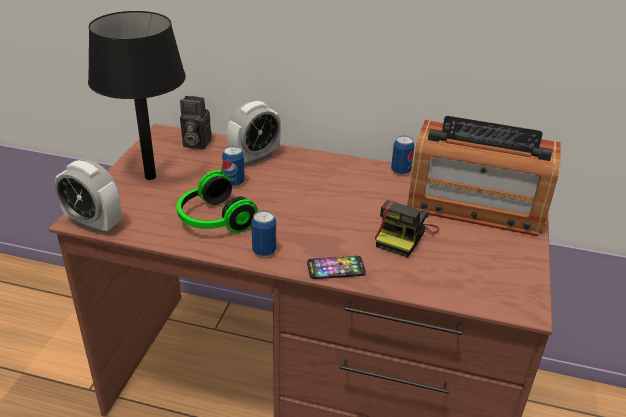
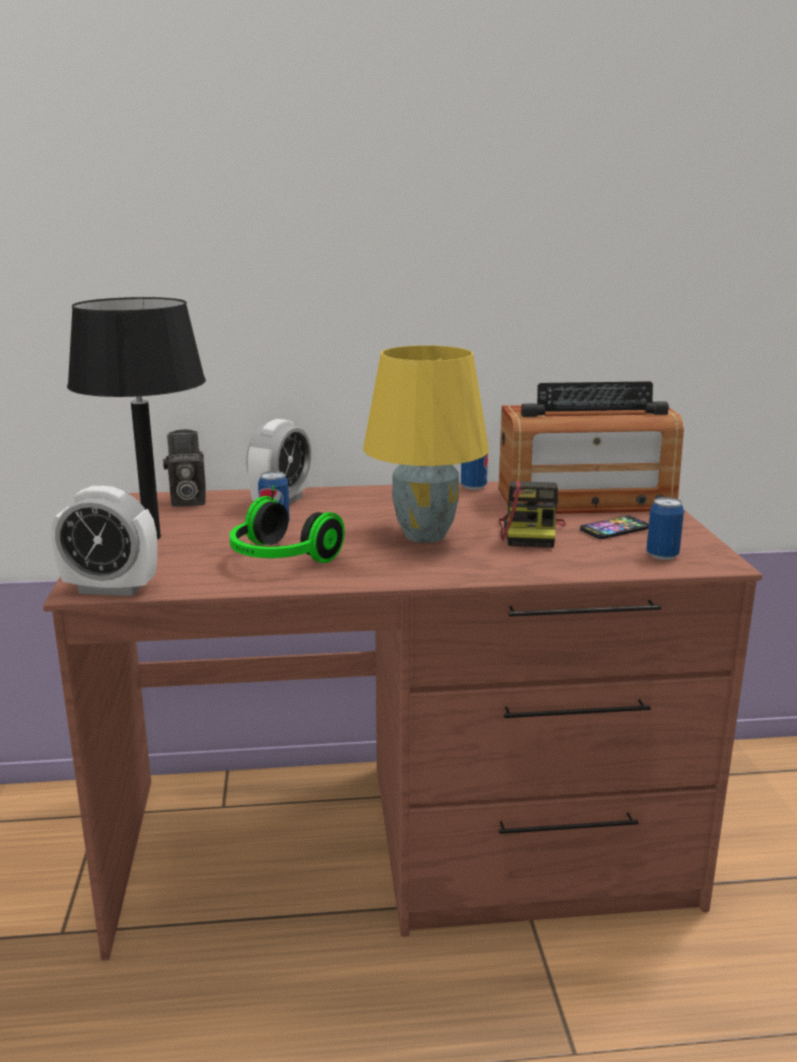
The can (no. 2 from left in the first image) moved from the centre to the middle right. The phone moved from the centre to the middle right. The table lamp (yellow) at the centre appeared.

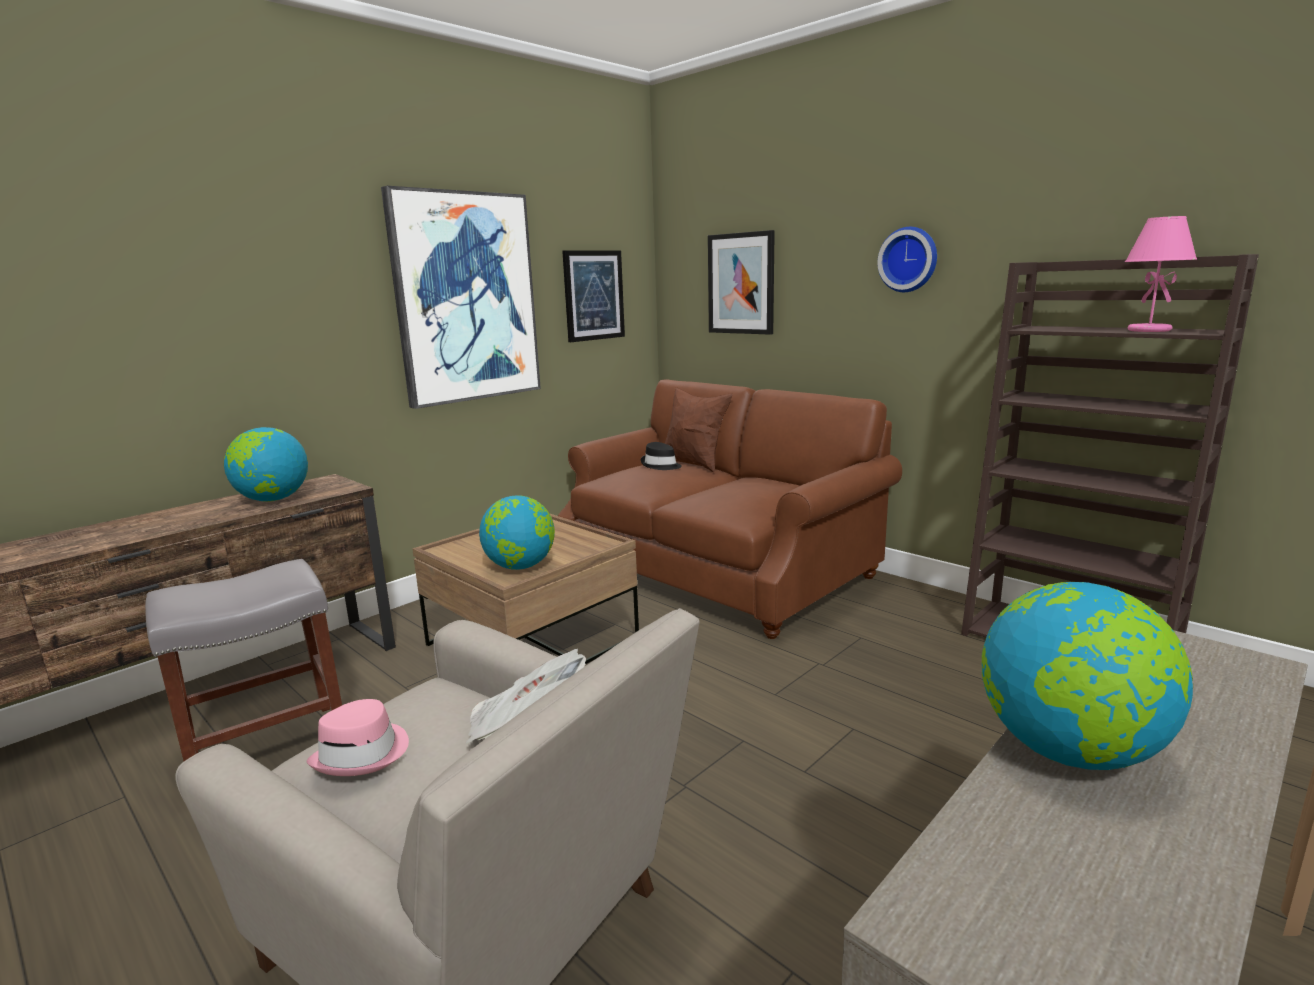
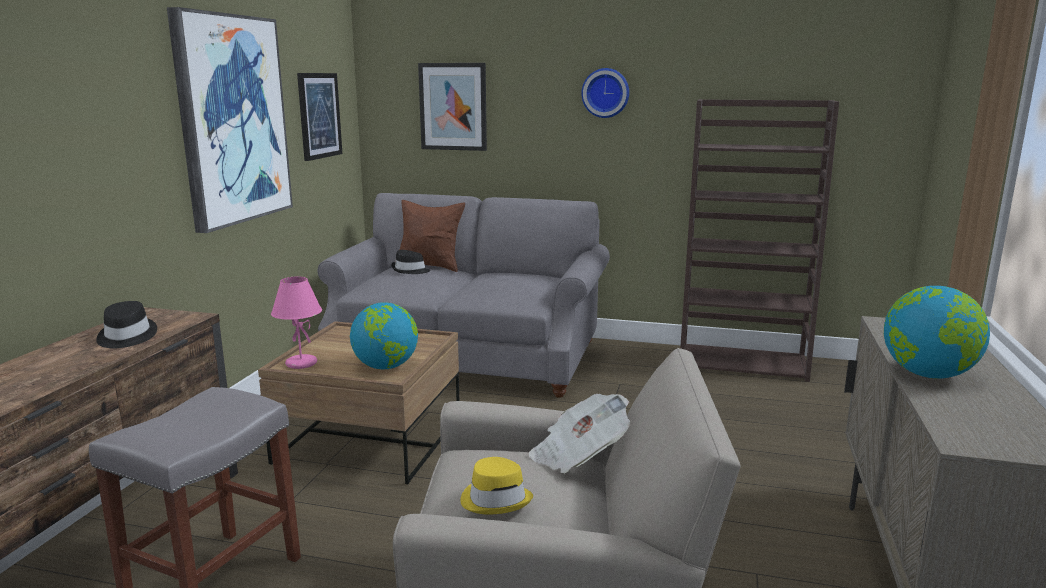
The globe (no. 1 from left) at the middle left was replaced by the hat (black) (no. 1 from left) at the middle left. The hat (pink) at the bottom left became the hat (yellow) at the bottom centre. The sofa (brown) at the centre became the sofa (grey) at the centre. The table lamp (pink) moved from the top right to the middle left.

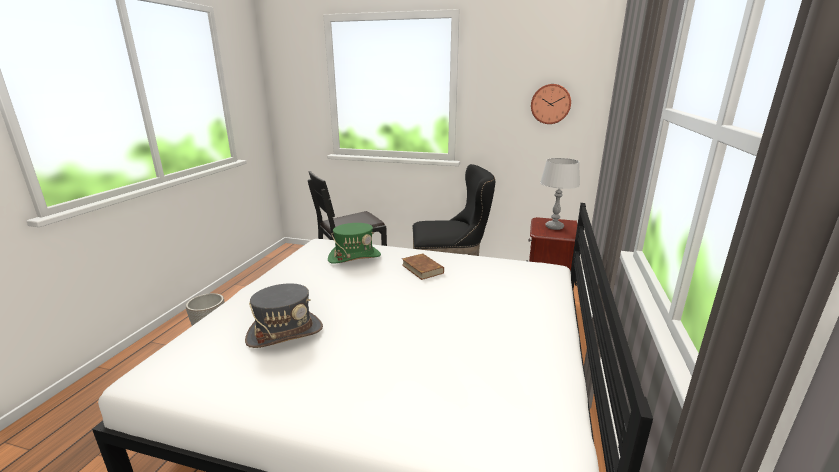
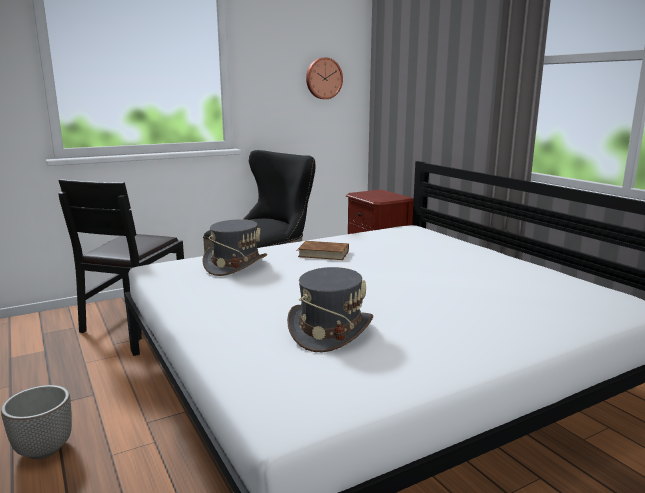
The hat (green) at the centre became the hat (grey) (no. 1 from left) at the centre. The table lamp (grey) at the middle right disappeared.

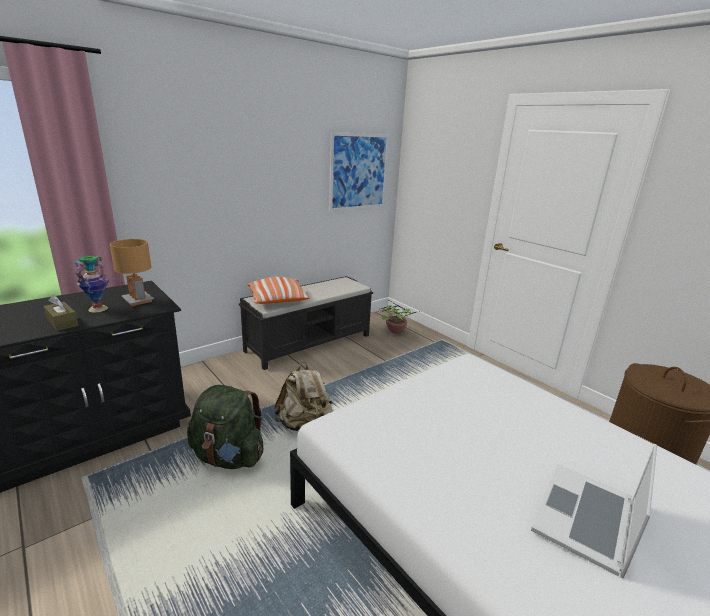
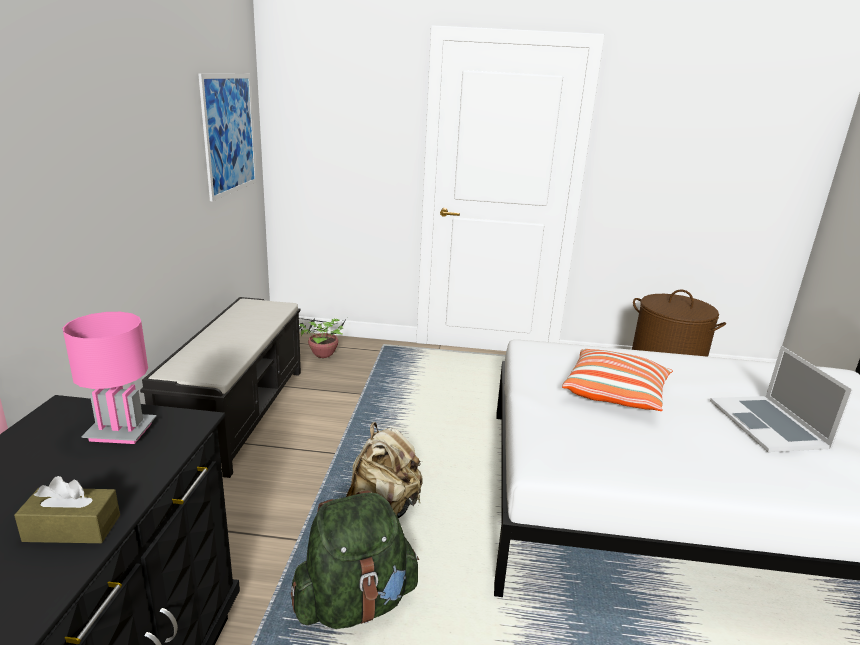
The vase at the middle left disappeared. The table lamp (brown) at the middle left became the table lamp (pink) at the middle left. The pillow moved from the centre to the middle right.

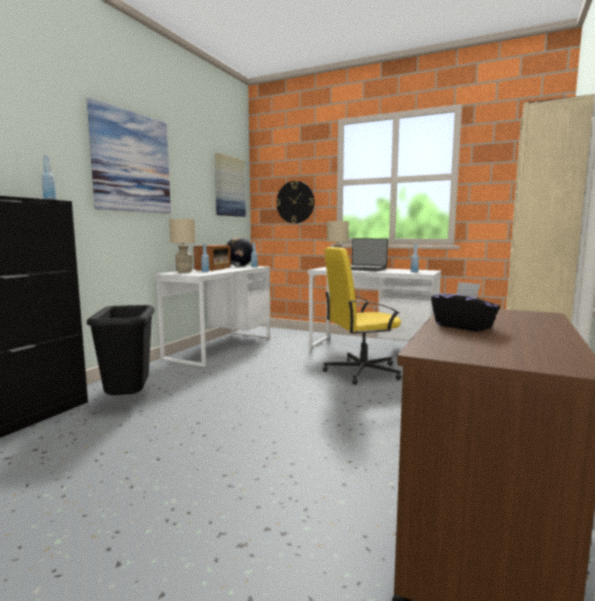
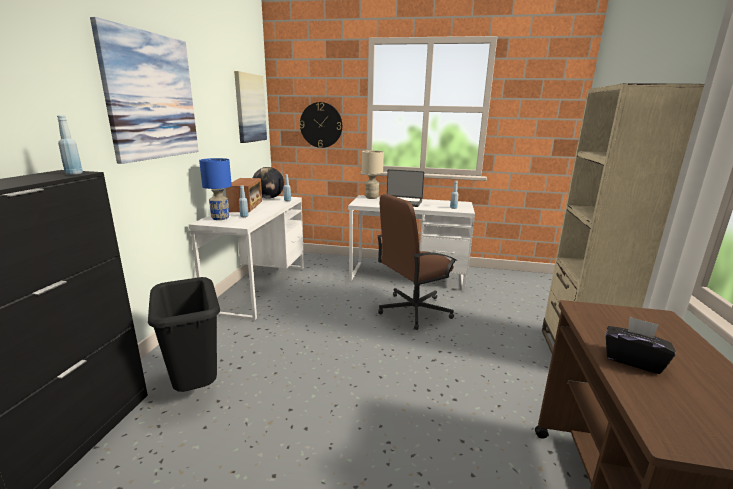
The table lamp (beige) (no. 1 from left) at the middle left became the table lamp (blue) at the middle left. The office chair (yellow) at the centre became the office chair (brown) at the centre.

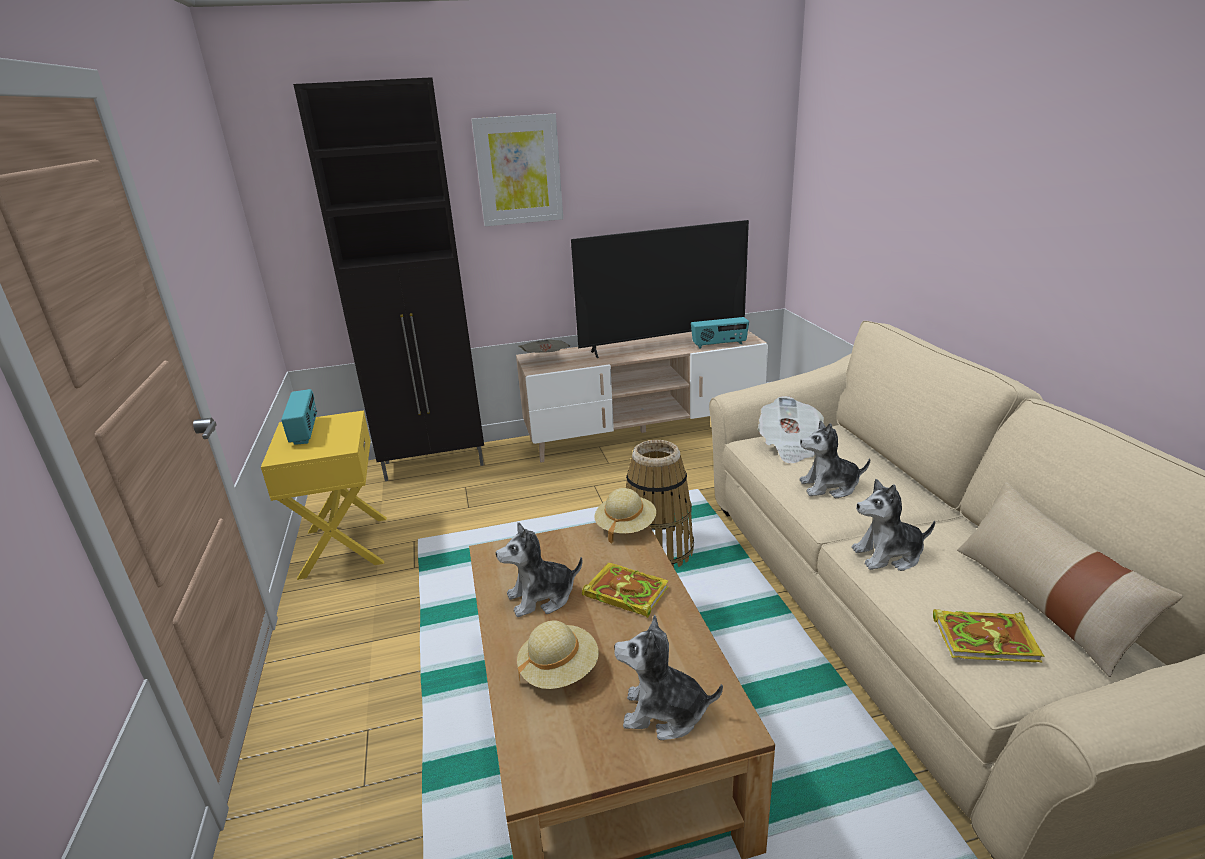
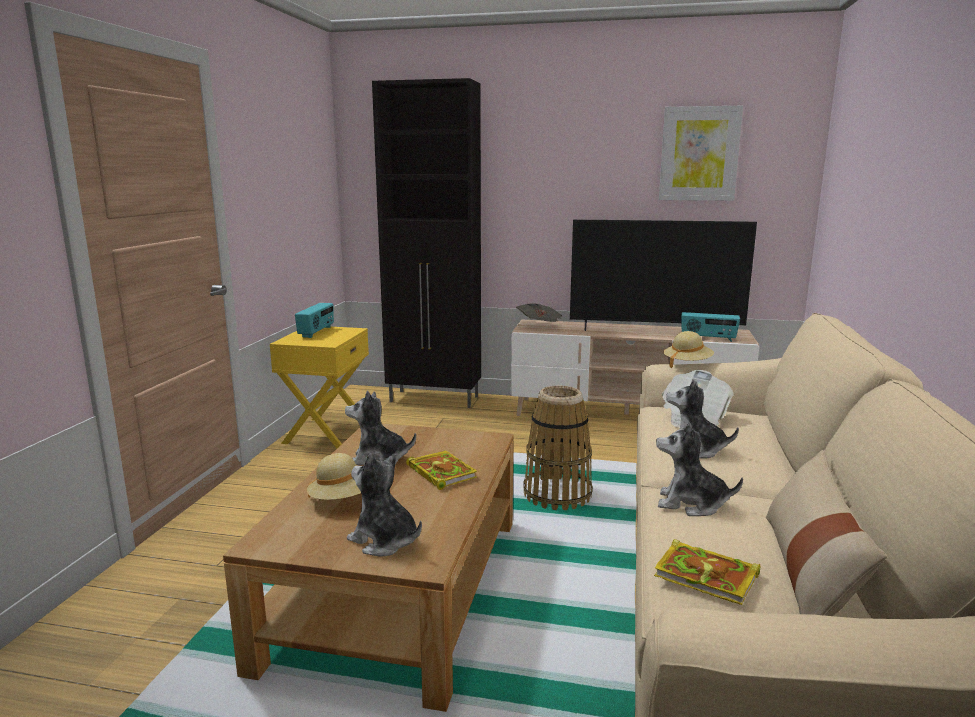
The picture moved from the top centre to the top right. The hat (beige) (no. 2 from left) moved from the centre to the middle right.

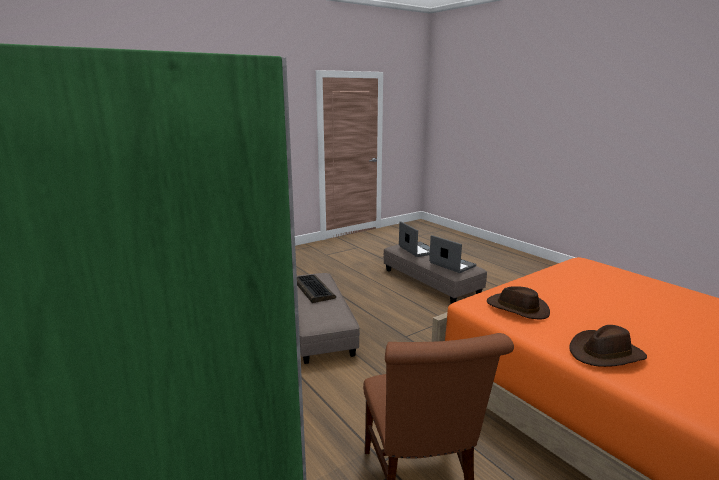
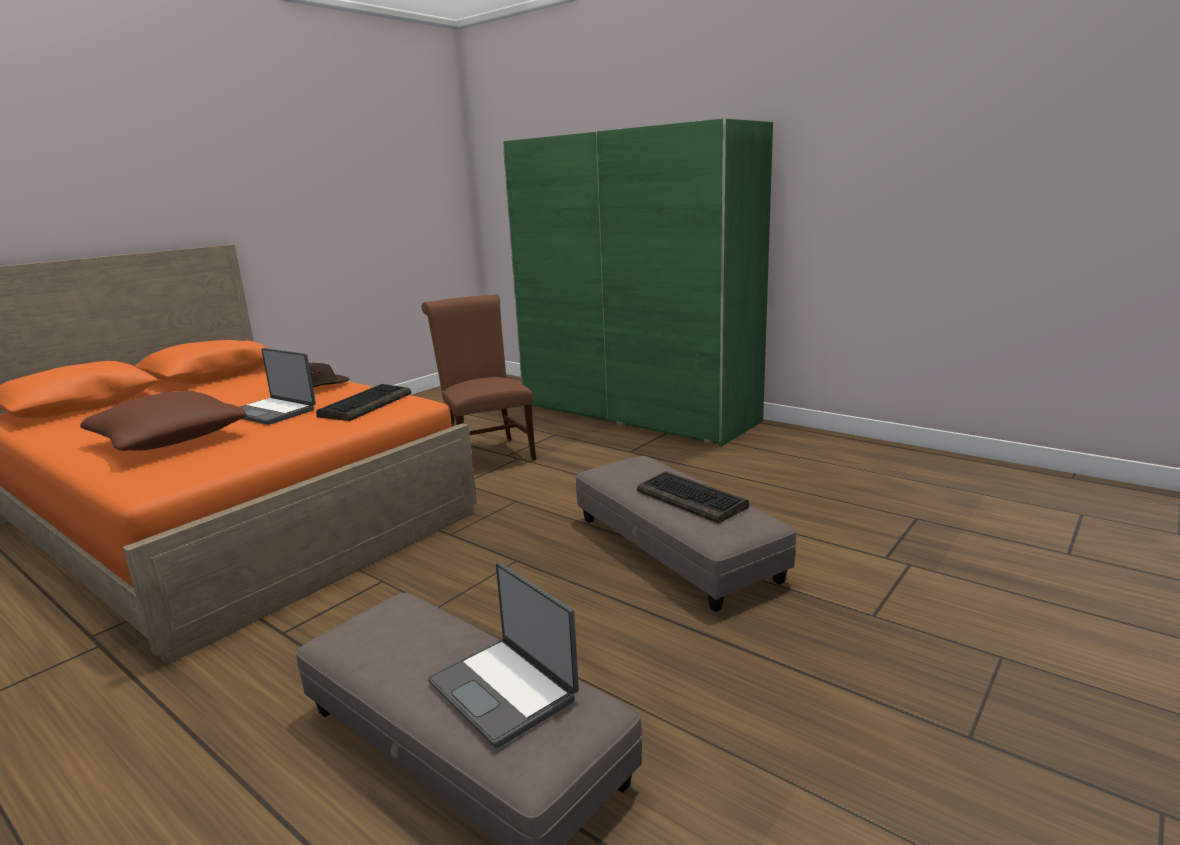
The laptop (no. 2 from left in the first image) moved from the centre to the middle left. The hat (brown) (no. 1 from left) at the middle right was replaced by the keyboard (no. 1 from left) at the middle left. The pillow (brown) at the middle left appeared.

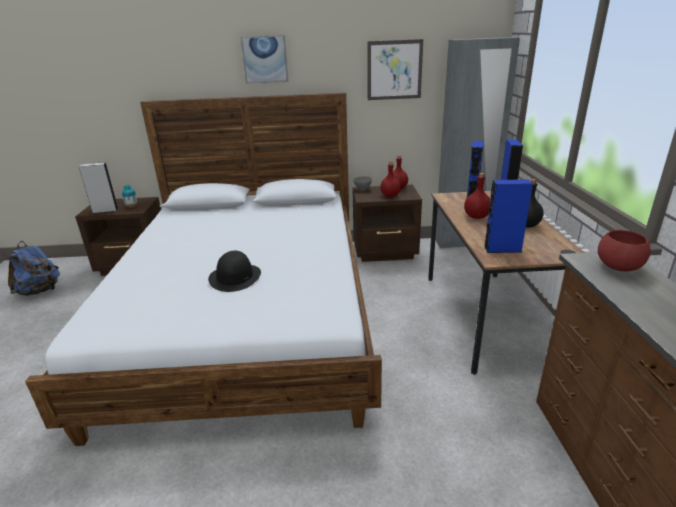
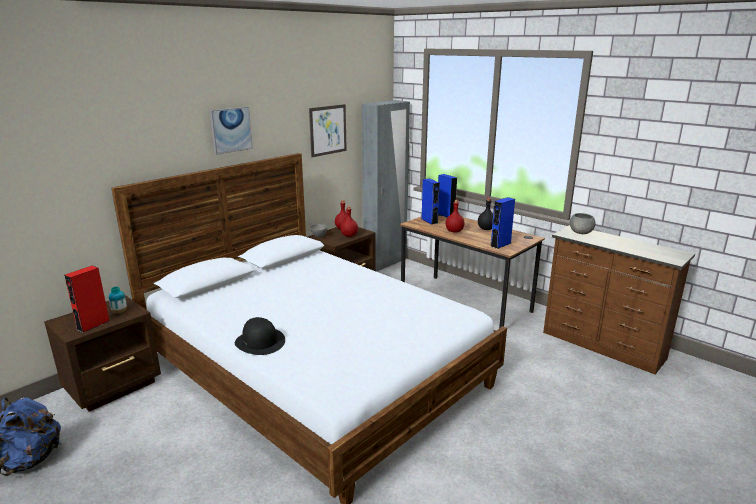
The speaker (grey) at the middle left became the speaker (red) at the middle left. The hat (black) moved from the centre to the bottom centre. The bowl (red) at the middle right became the bowl (grey) (no. 2 from left) at the middle right.

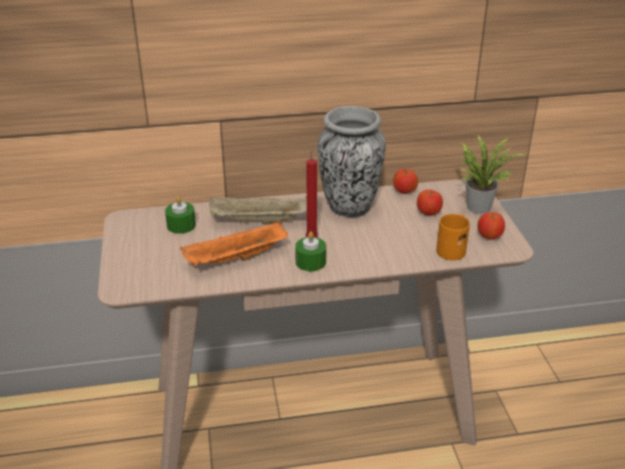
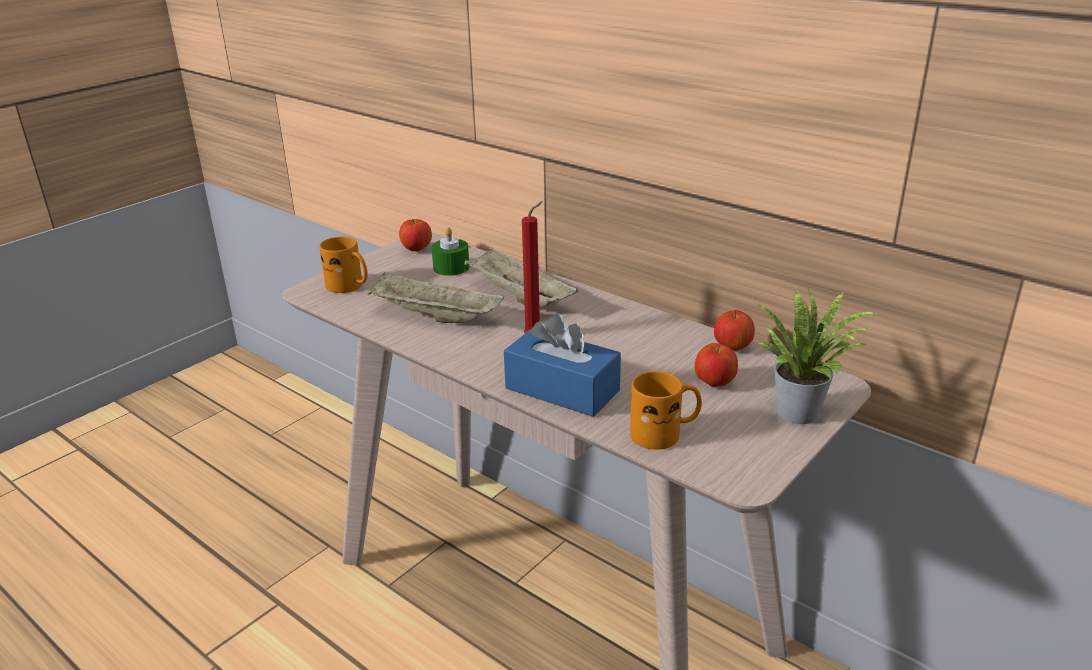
The tray (orange) at the centre became the tray (beige) (no. 1 from left) at the centre. The candle (green) (no. 2 from left) at the centre disappeared. The vase at the centre disappeared. The apple (no. 3 from left in the first image) moved from the middle right to the centre. The mug (orange) (no. 1 from left) at the middle left appeared. The tissue box (blue) at the centre appeared.

